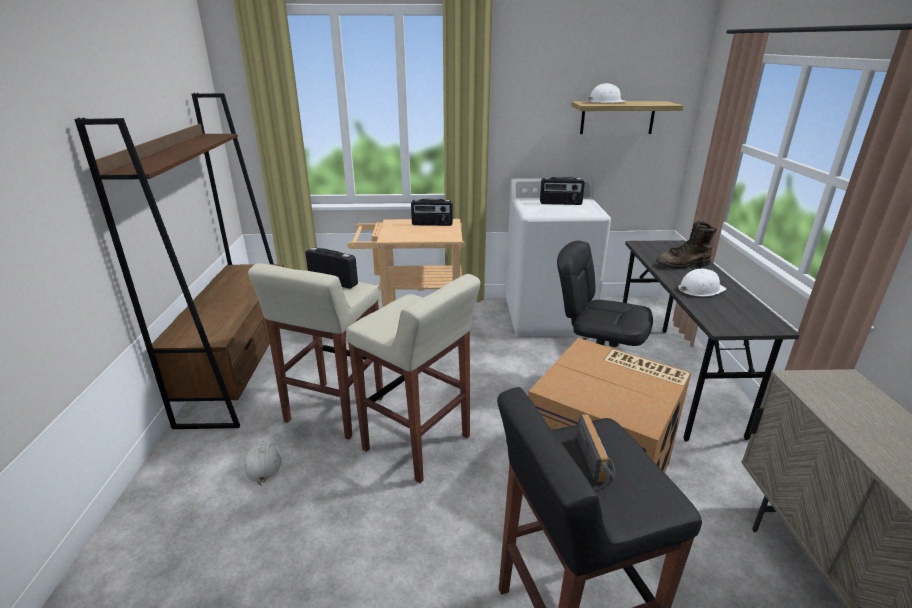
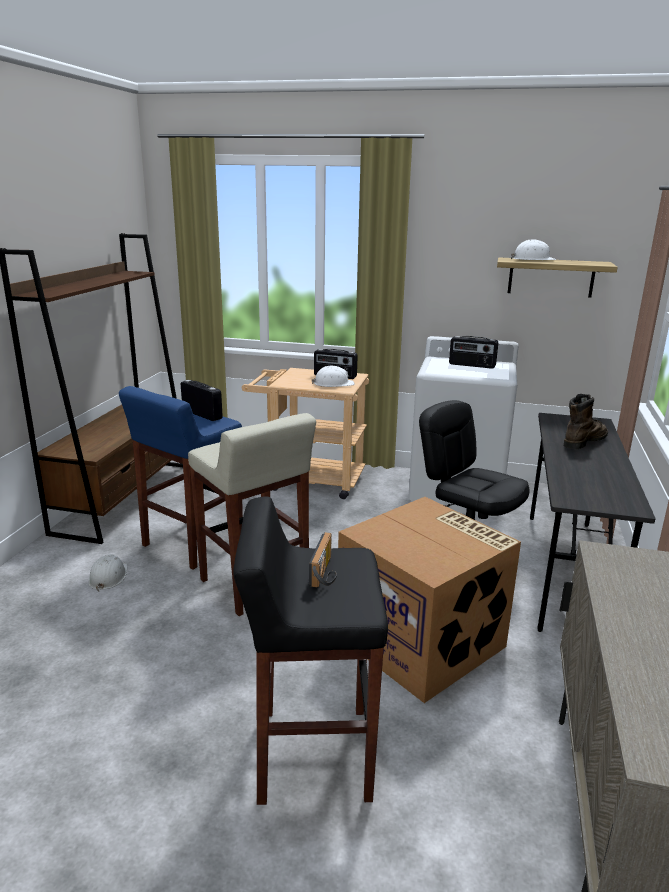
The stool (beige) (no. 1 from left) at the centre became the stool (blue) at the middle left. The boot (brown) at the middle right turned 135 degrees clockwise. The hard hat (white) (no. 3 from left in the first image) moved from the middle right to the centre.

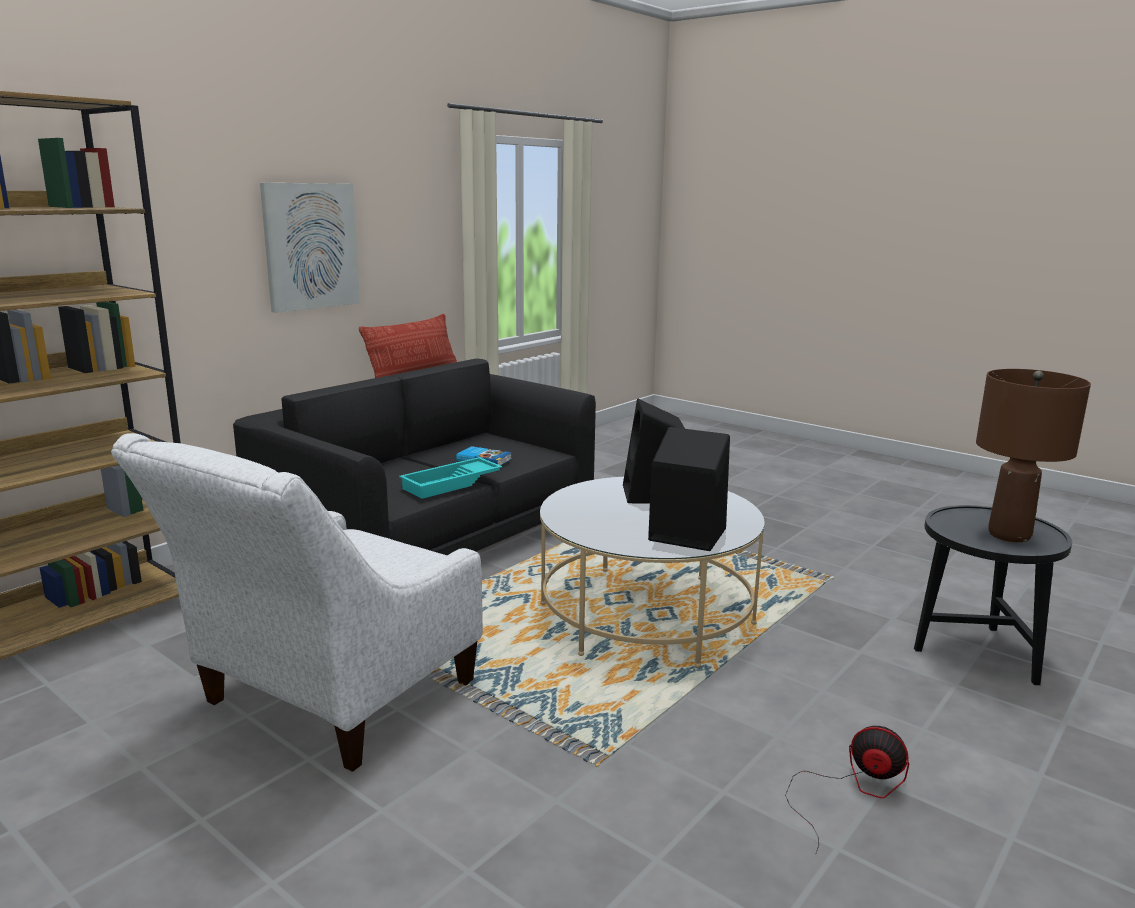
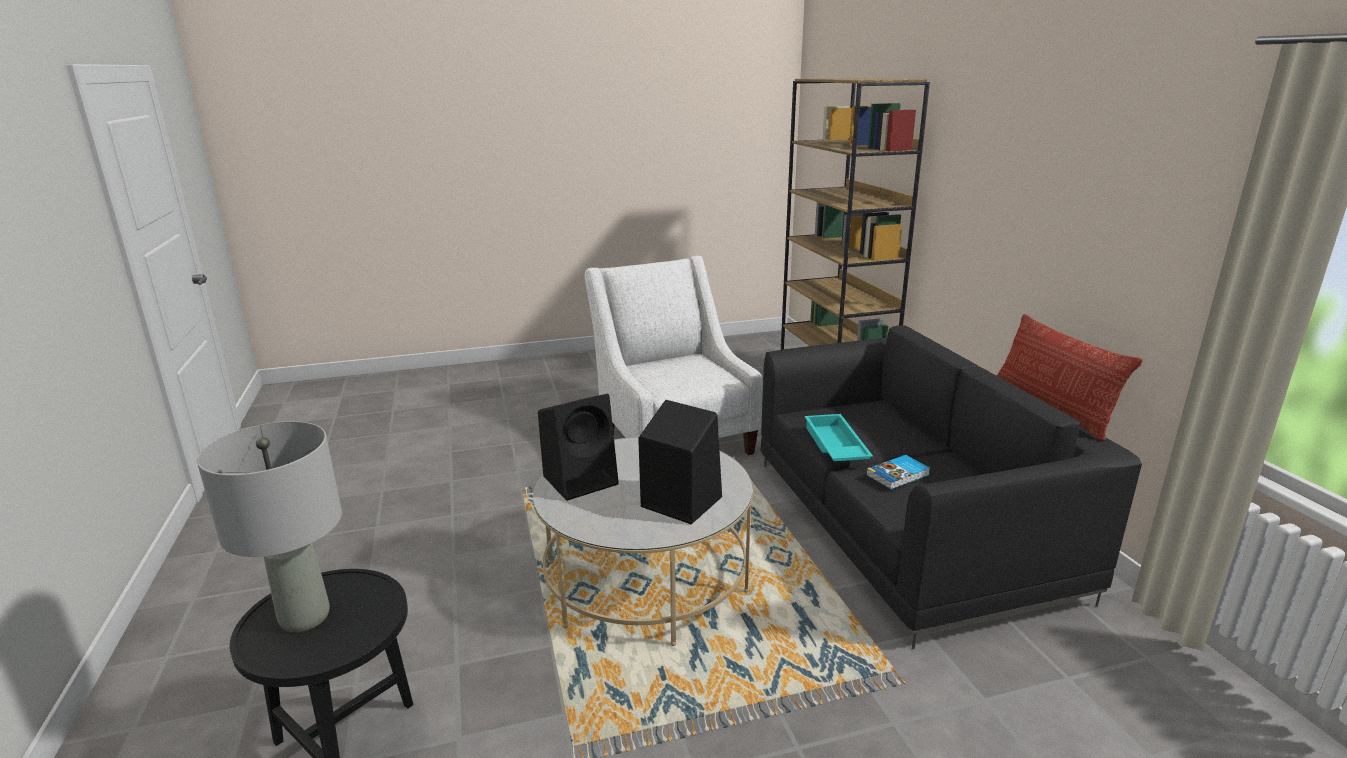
The picture at the top left disappeared. The fan at the bottom right disappeared. The table lamp (brown) at the middle right became the table lamp (grey) at the bottom left.

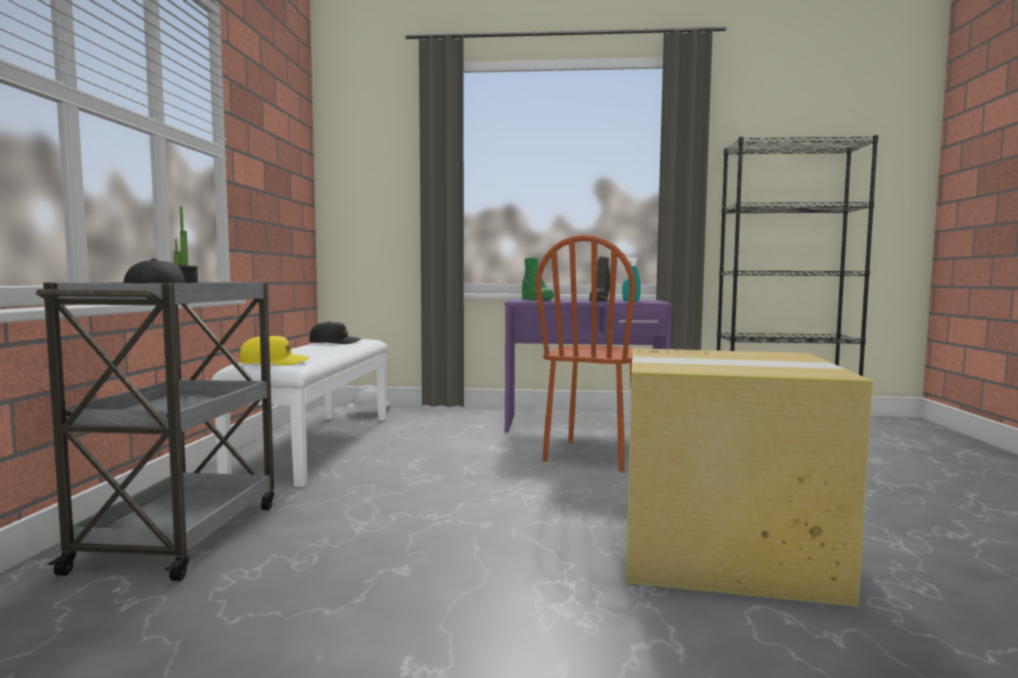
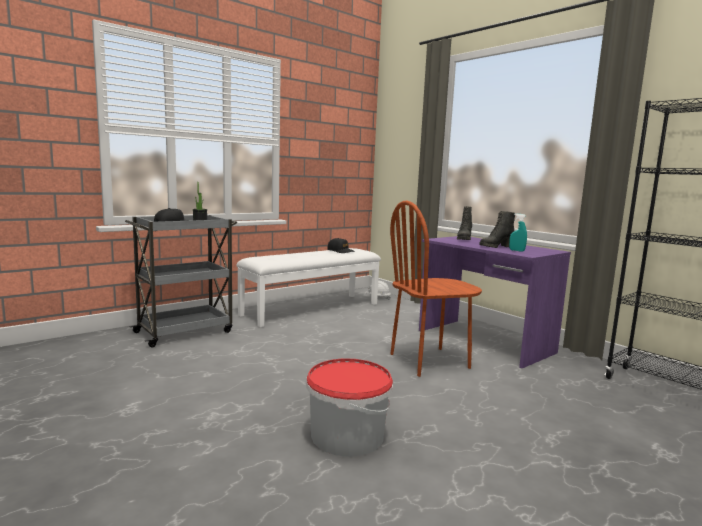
The cap (yellow) at the middle left disappeared. The boot (green) at the centre became the boot (black) (no. 1 from left) at the centre. The cardboard box at the bottom right was replaced by the bucket at the bottom centre.

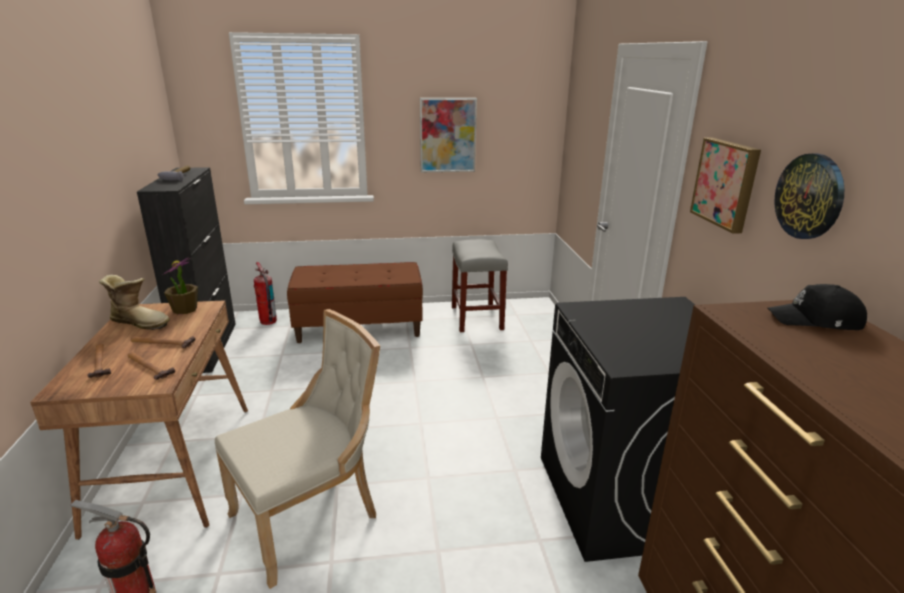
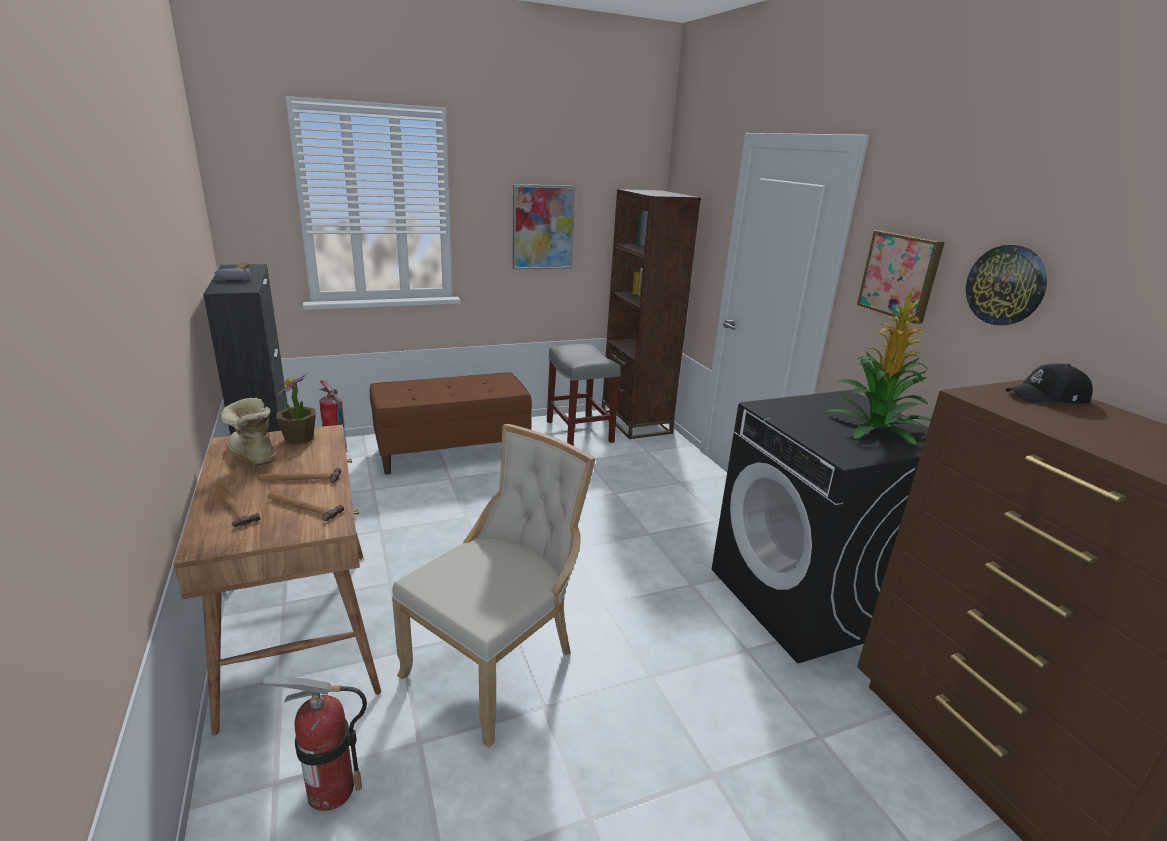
The boot at the middle left turned 135 degrees counterclockwise. The bookcase (brown) at the centre appeared. The potted plant (no. 2 from left) at the middle right appeared.

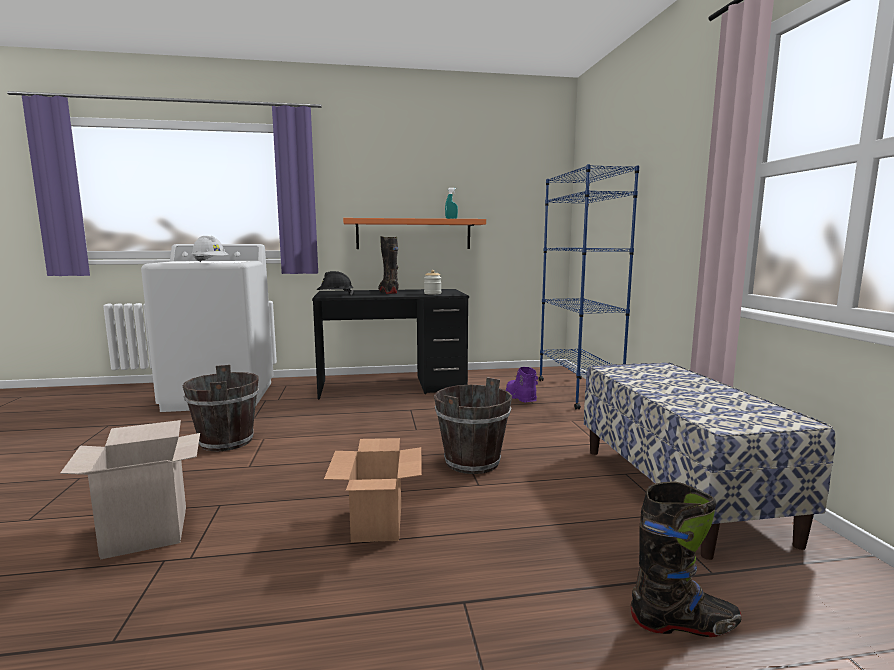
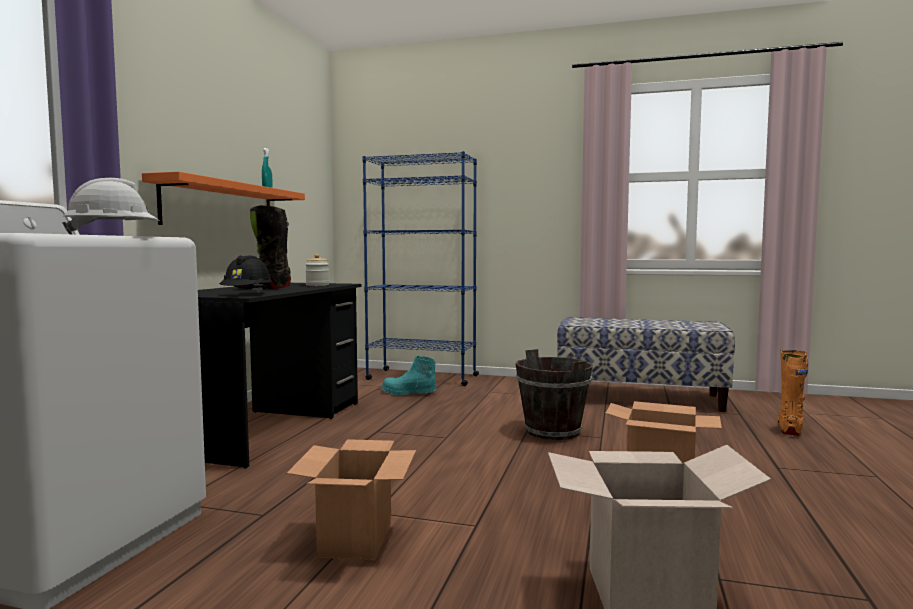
The bucket (brown) (no. 1 from left) at the middle left was replaced by the cardboard box (no. 1 from left) at the bottom centre. The boot (purple) at the centre became the boot (turquoise) at the centre. The boot (black) (no. 2 from left) at the bottom right became the boot (orange) at the middle right.

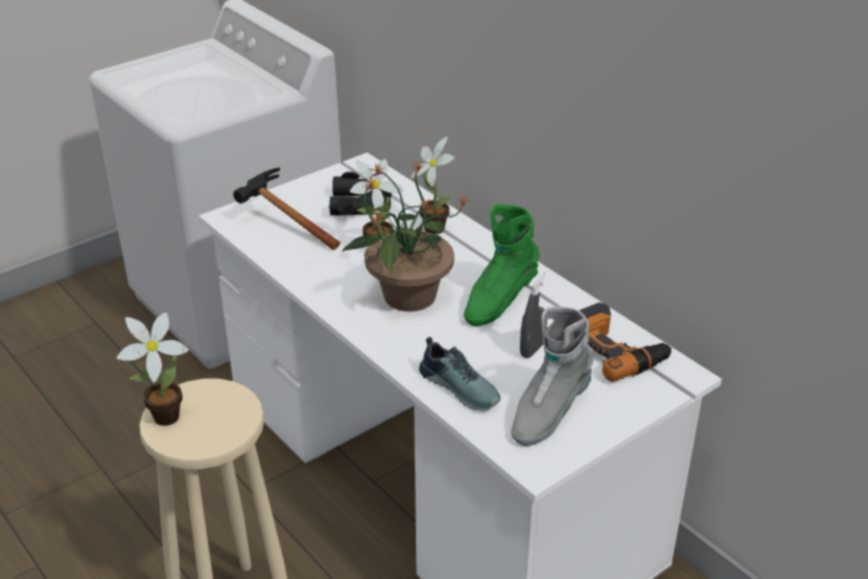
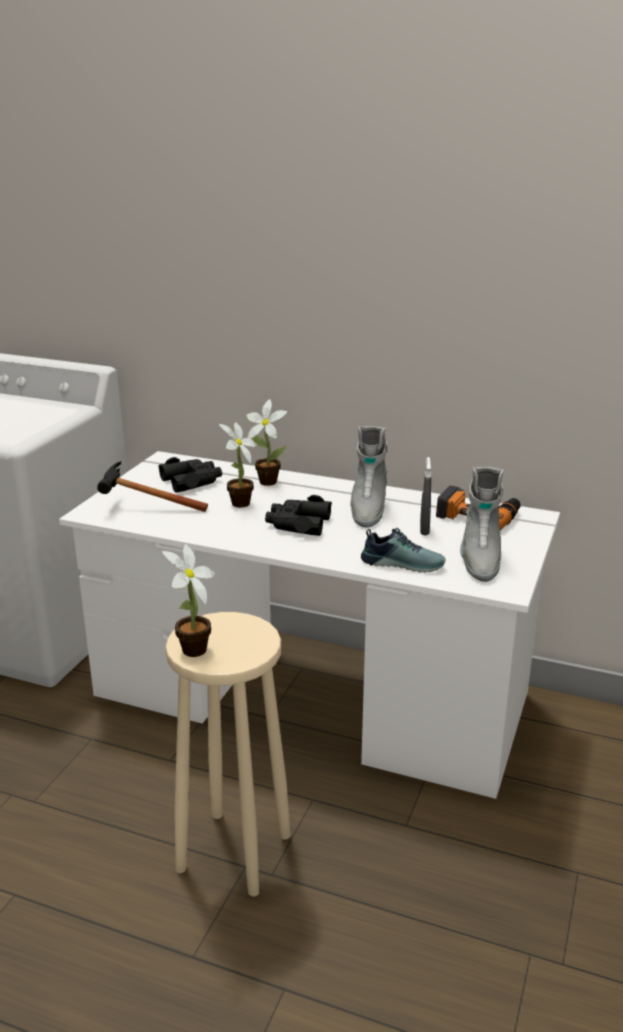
The potted plant (no. 3 from left) at the centre was replaced by the binoculars (black) (no. 2 from left) at the centre. The boot (green) at the centre became the boot (grey) (no. 1 from left) at the centre.

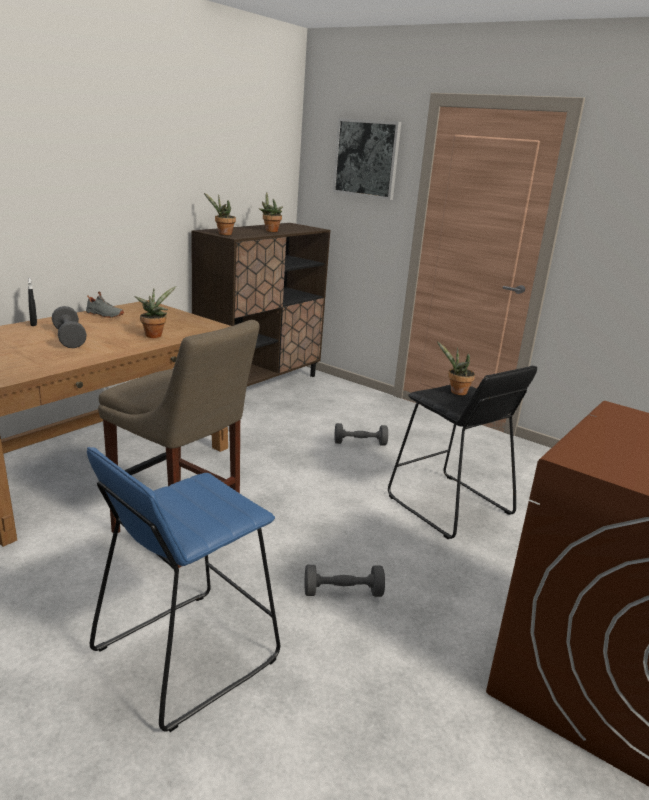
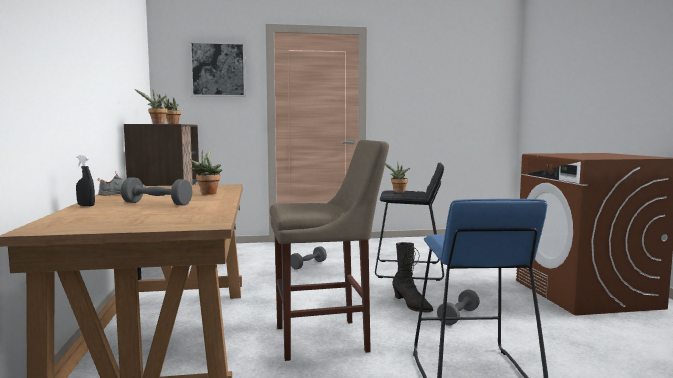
The boot (black) at the bottom centre appeared.

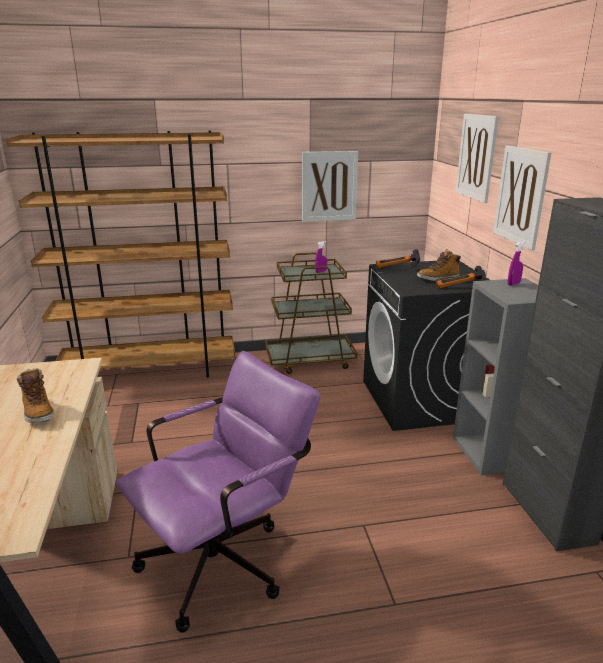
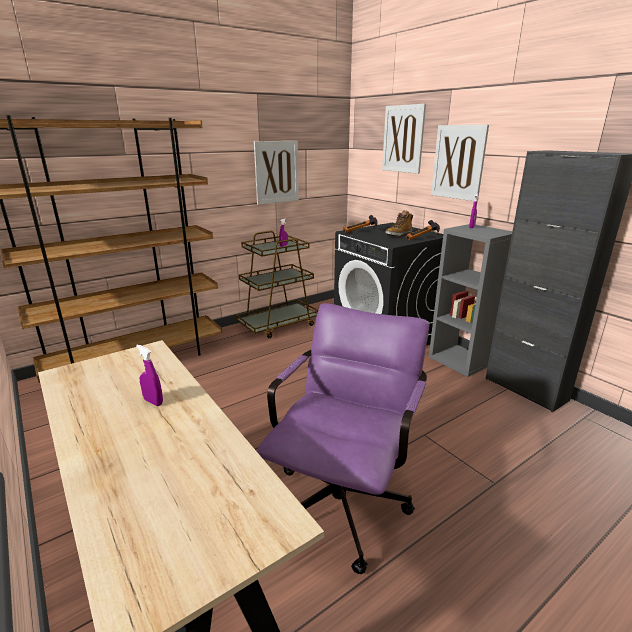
The boot (no. 1 from left) at the middle left was replaced by the spray bottle (purple) (no. 1 from left) at the middle left.

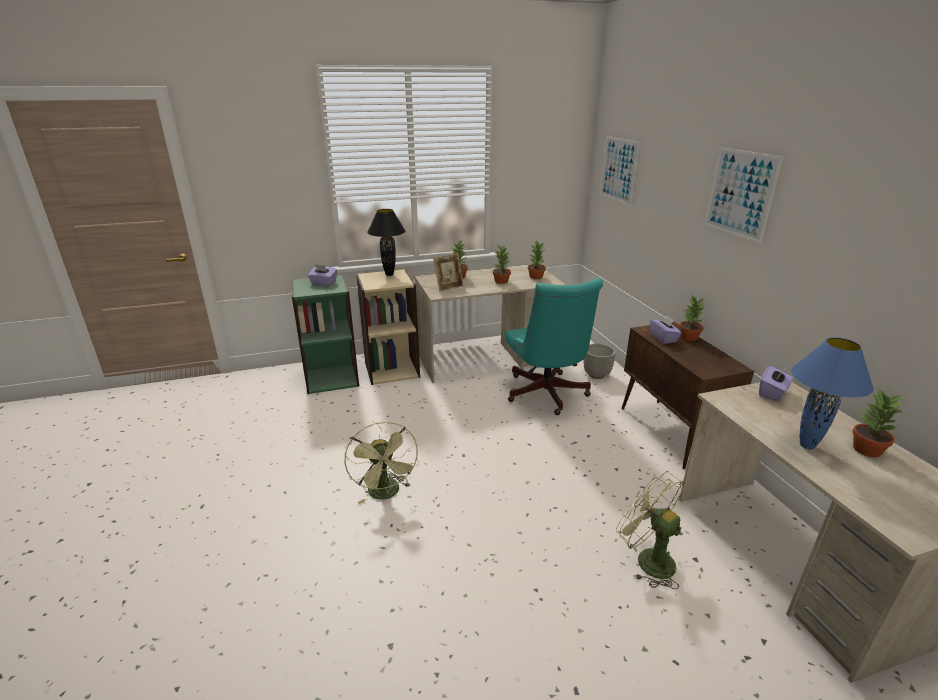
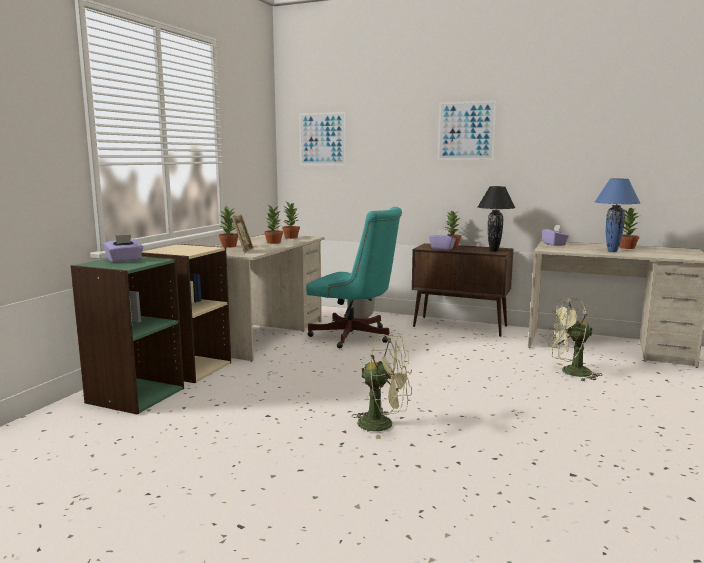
The table lamp (black) moved from the centre to the middle right.

